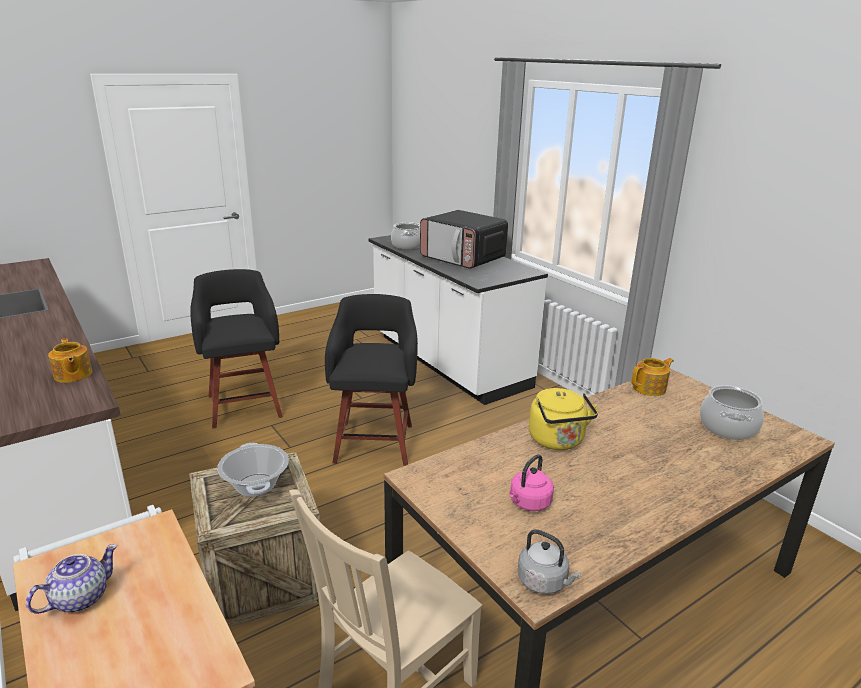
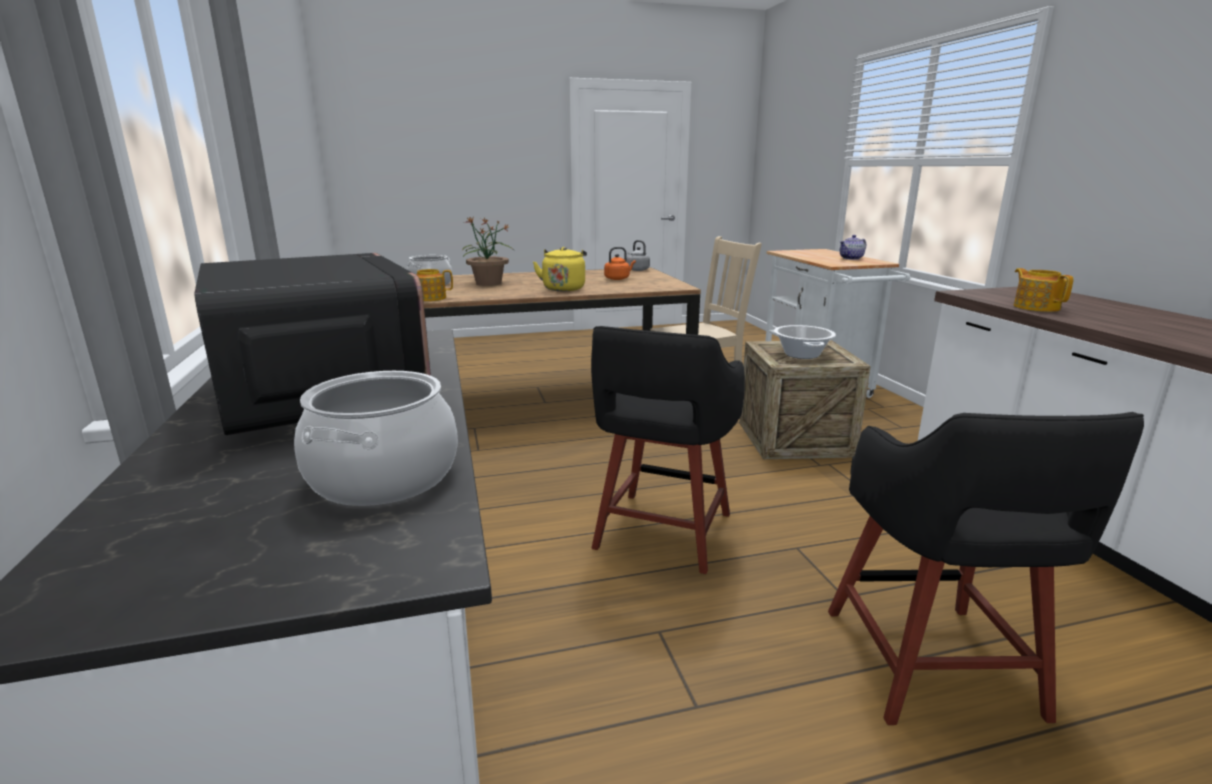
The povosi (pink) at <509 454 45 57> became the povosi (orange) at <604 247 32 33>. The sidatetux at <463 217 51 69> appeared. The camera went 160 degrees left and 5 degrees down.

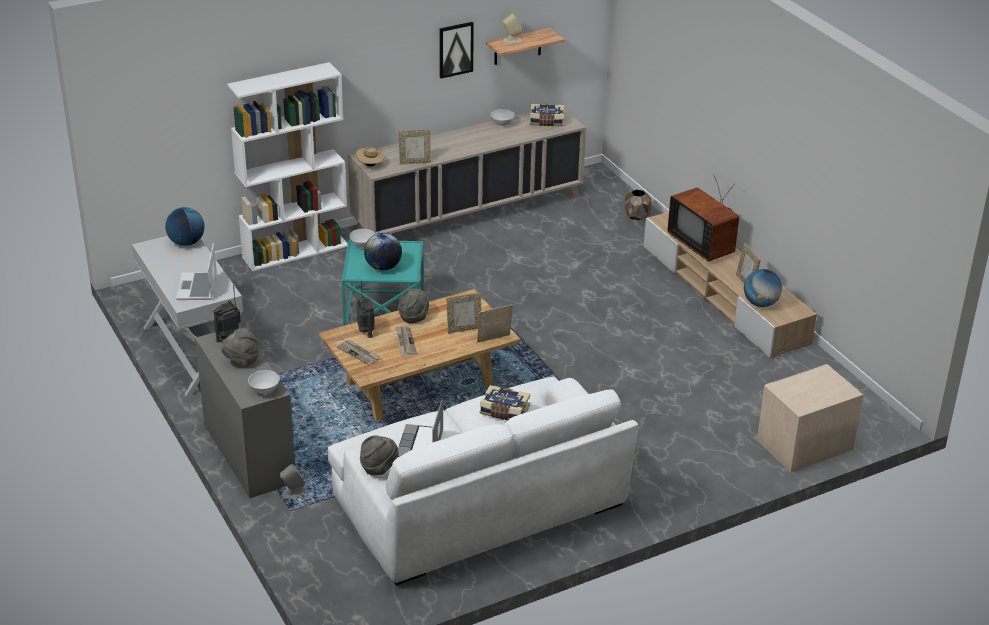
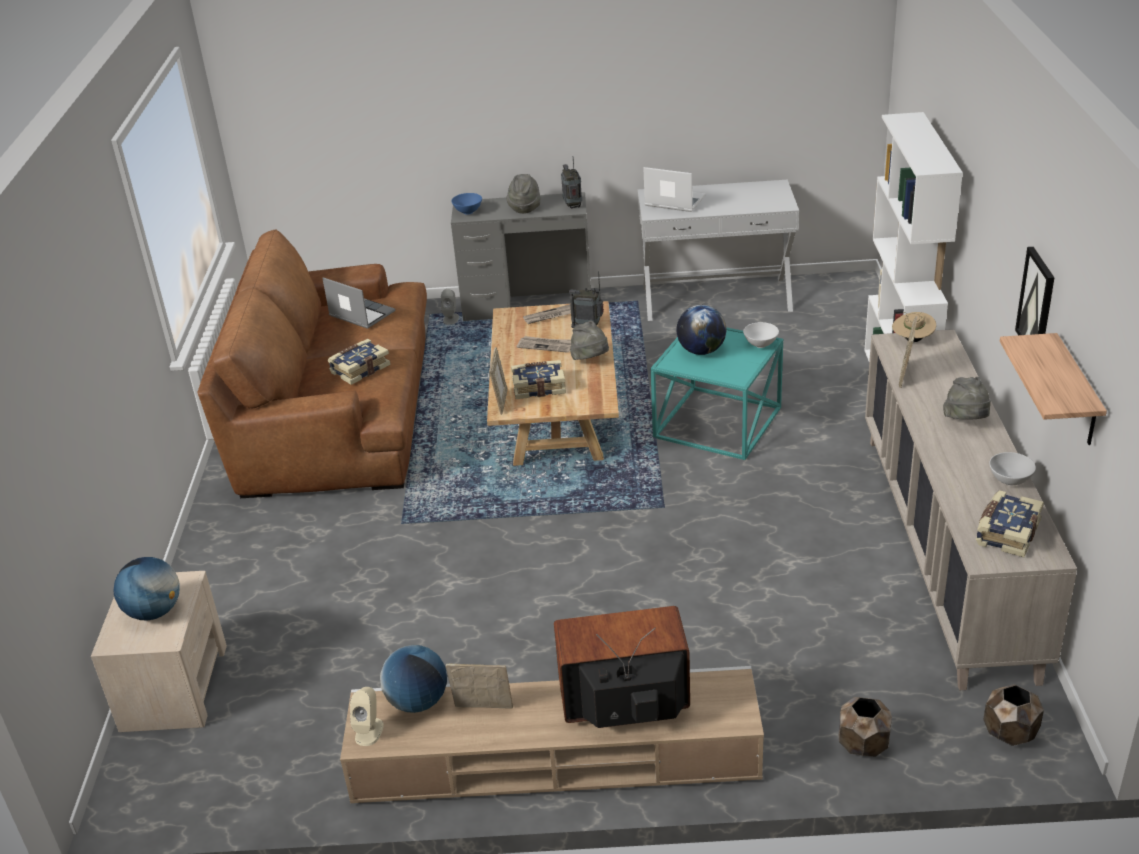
The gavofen moved from <165 207 40 39> to <114 557 66 63>. The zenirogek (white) at <248 370 32 24> became the zenirogek (blue) at <451 193 31 22>. The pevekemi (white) at <328 376 310 209> became the pevekemi (brown) at <198 230 229 268>. The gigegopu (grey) moved from <360 435 39 40> to <943 377 48 43>. The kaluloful at <447 293 34 40> was replaced by the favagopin at <511 360 55 39>. The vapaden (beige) moved from <503 14 19 30> to <350 687 34 59>. The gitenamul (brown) at <983 684 61 62> appeared. The camera went 120 degrees right and 0 degrees up.

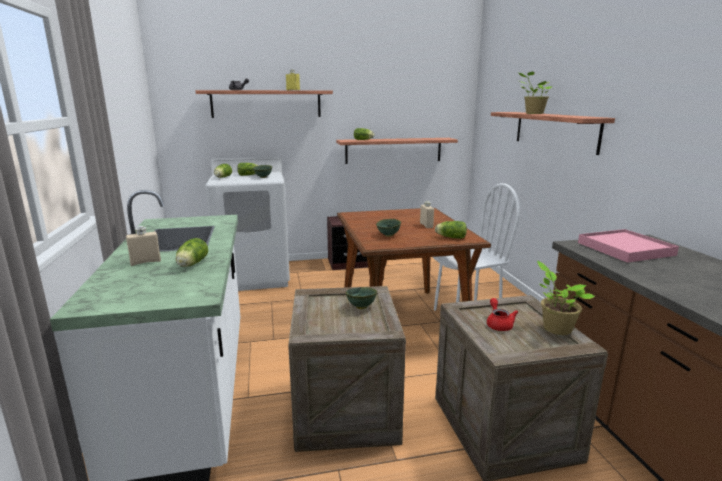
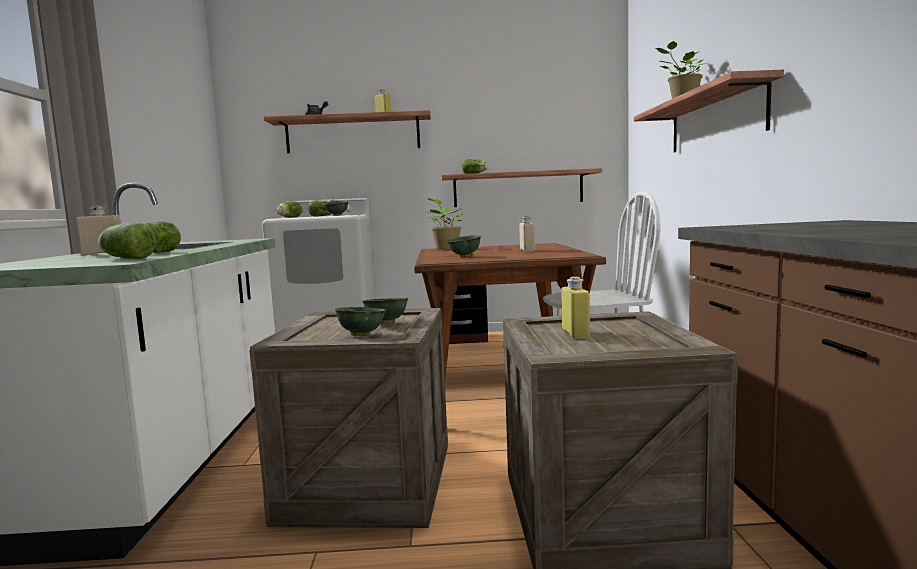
The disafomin moved from <435 221 32 18> to <98 223 59 36>. The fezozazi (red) at <487 298 31 33> was replaced by the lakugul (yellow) at <561 277 29 62>. The sidatetux moved from <537 261 58 74> to <426 198 38 52>. The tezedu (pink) at <578 229 101 34> disappeared. The zenirogek (green) at <335 307 51 29> appeared. The camera went 10 degrees right and 10 degrees down.

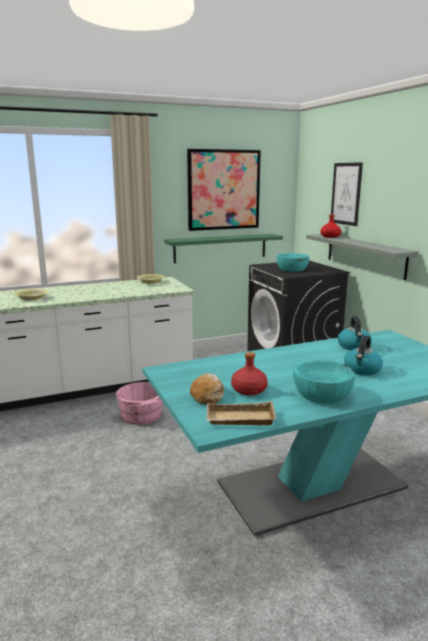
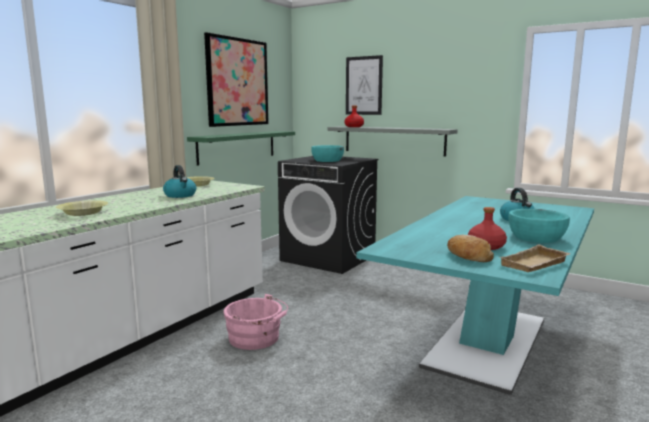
The povosi moved from <338 316 34 34> to <163 165 33 33>. The camera went 35 degrees left and 5 degrees down.

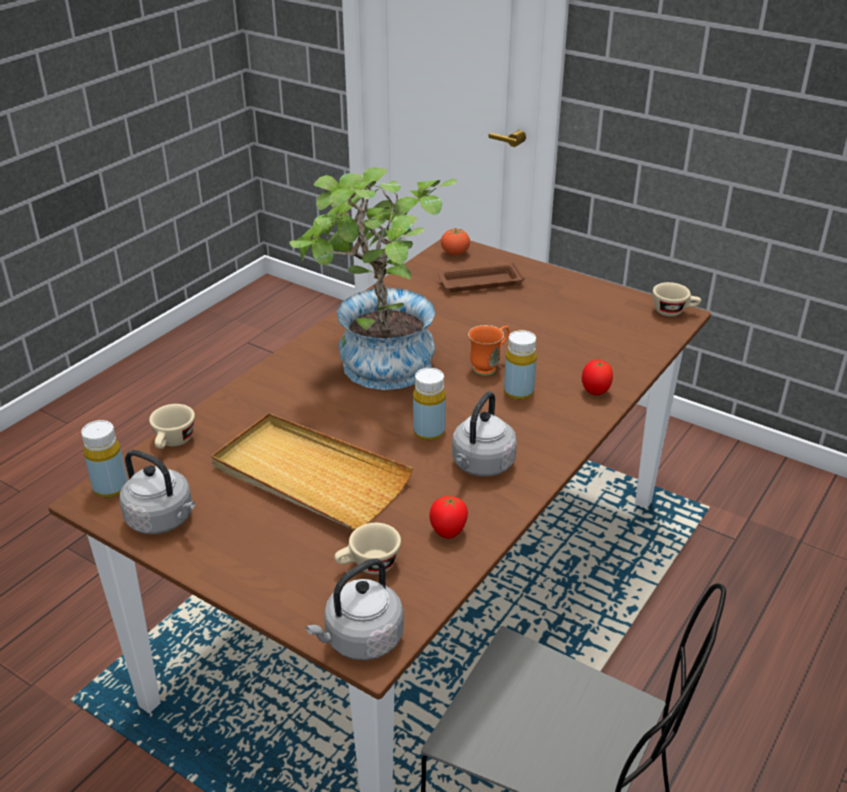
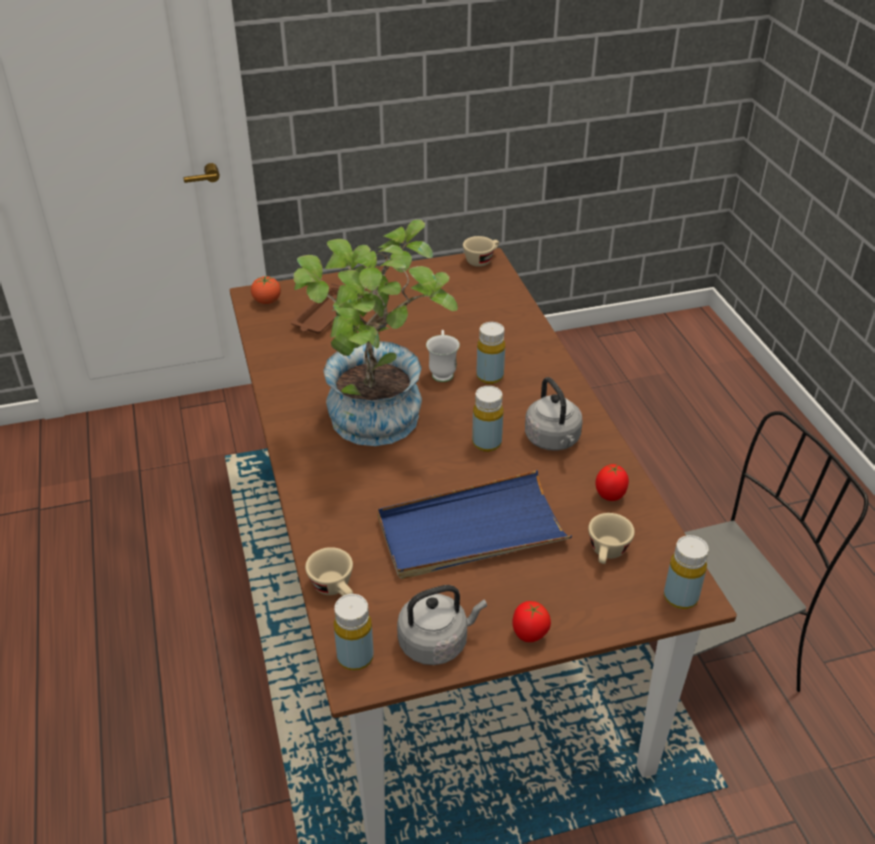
The tezedu (beige) at <211 413 202 117> became the tezedu (blue) at <377 470 195 109>. The povosi (grey) at <305 558 99 102> was replaced by the lakugul (yellow) at <664 535 45 74>. The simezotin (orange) at <468 325 41 51> became the simezotin (white) at <426 330 34 52>. The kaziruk moved from <582 360 31 35> to <512 601 39 41>. The camera went 50 degrees left and 5 degrees up.

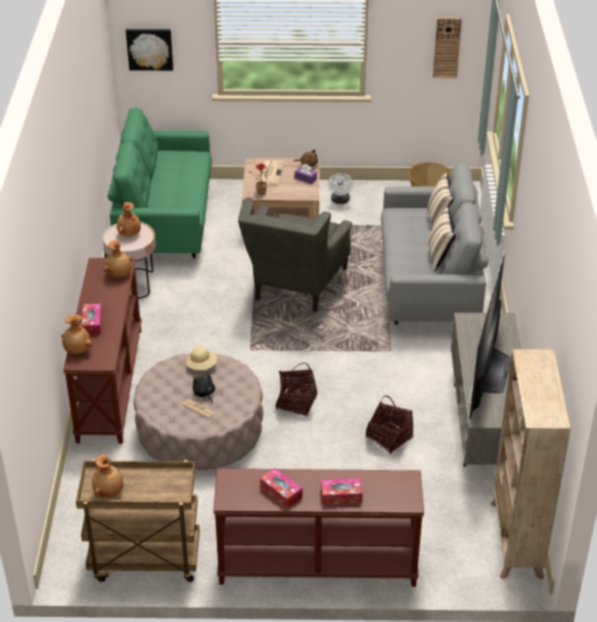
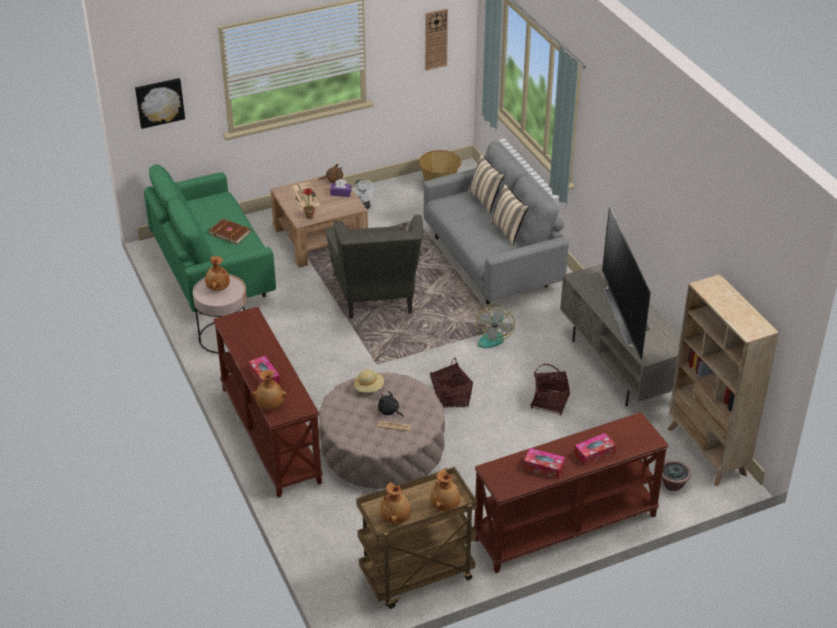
The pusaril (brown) moved from <104 240 28 37> to <430 469 30 42>. The favagopin (brown) at <208 219 44 25> appeared. The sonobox at <476 305 39 43> appeared. The sidatetux at <662 461 29 30> appeared. The camera went 25 degrees left and 0 degrees up.

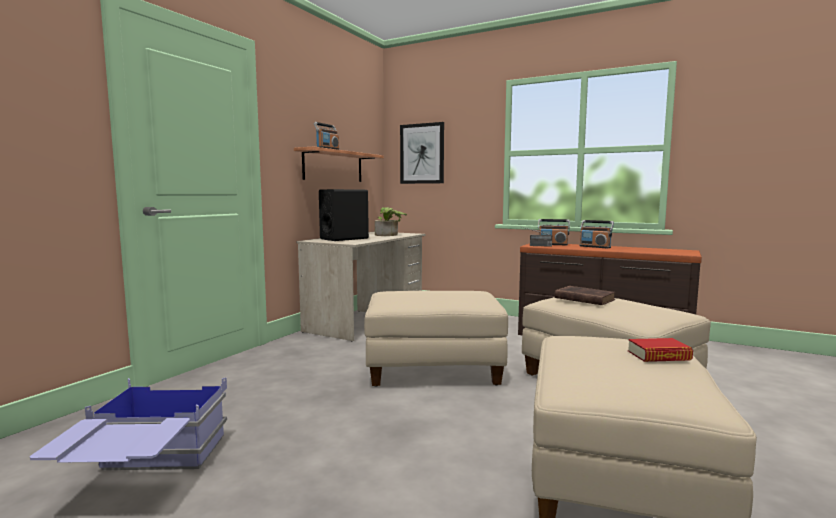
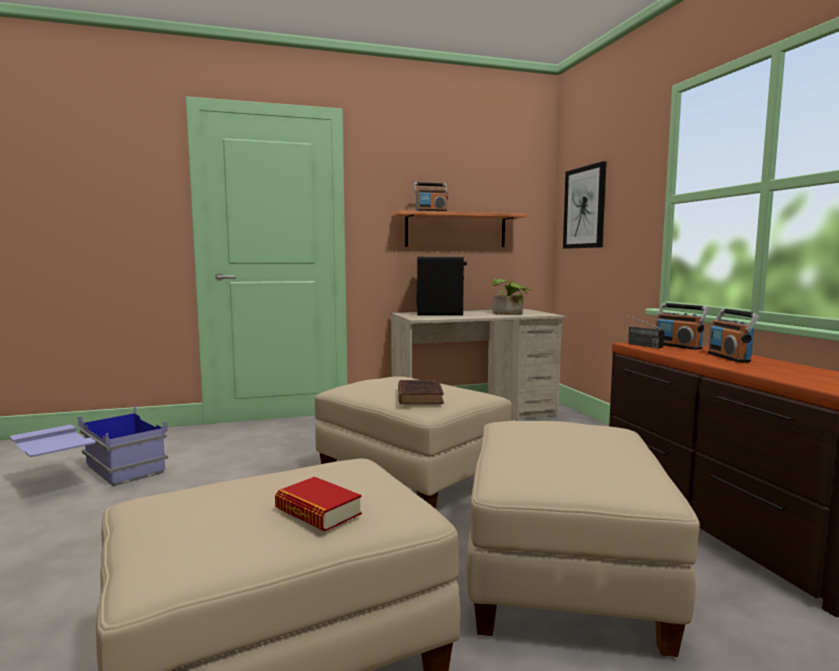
The favagopin (brown) moved from <555 286 61 19> to <398 380 46 25>. The camera went 45 degrees right and 0 degrees up.

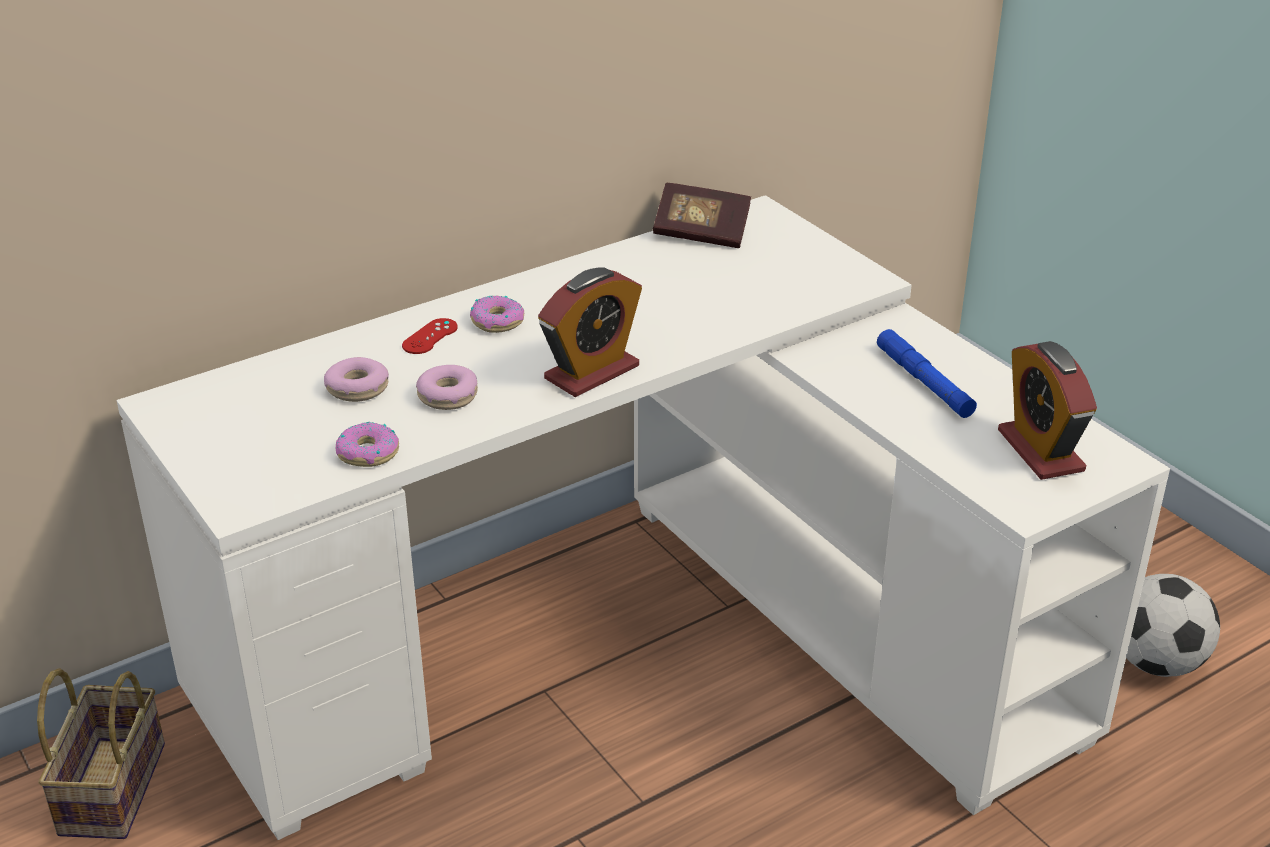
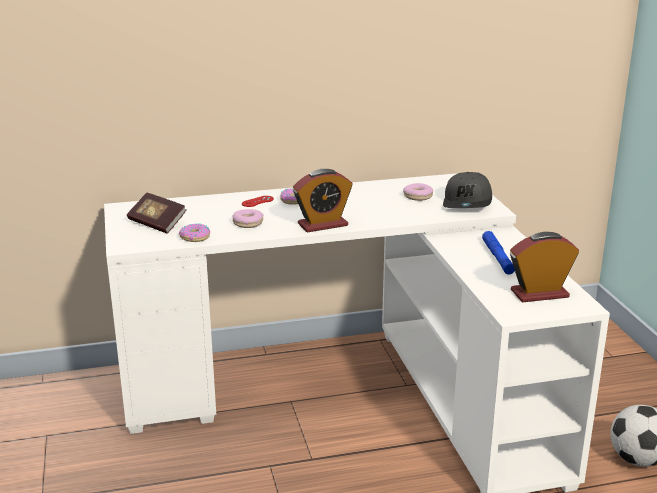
The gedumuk at <37 668 128 171> disappeared. The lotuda moved from <324 357 65 45> to <403 183 30 18>. The favagopin moved from <653 182 98 66> to <127 193 59 41>. The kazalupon at <998 341 99 139> turned 75 degrees clockwise. The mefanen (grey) at <443 172 49 36> appeared. The camera went 20 degrees right and 10 degrees down.

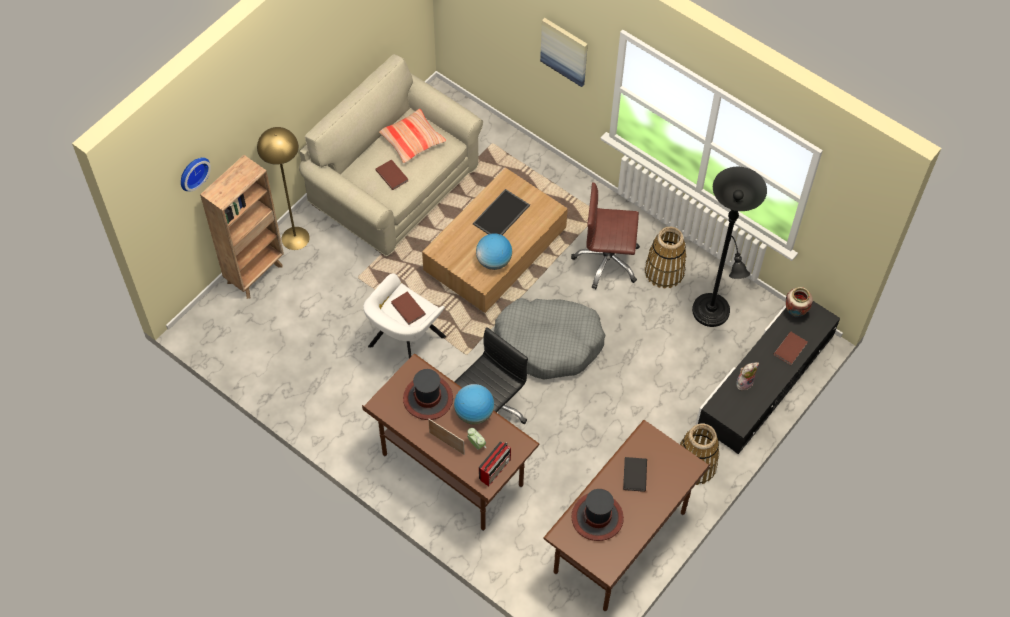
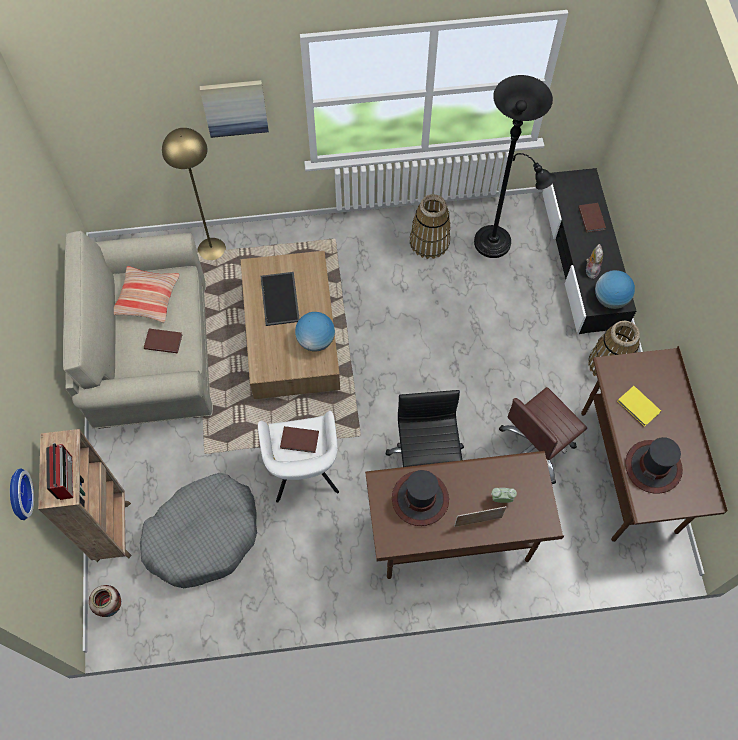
The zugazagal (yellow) moved from <257 127 53 123> to <162 128 64 132>. The gavofen moved from <454 384 40 41> to <595 270 40 39>. The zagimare moved from <479 442 32 44> to <46 443 27 57>. The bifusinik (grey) moved from <494 298 111 81> to <140 473 117 115>. The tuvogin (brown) moved from <571 182 69 107> to <499 387 88 97>. The favagopin (black) at <623 457 24 35> became the favagopin (yellow) at <617 386 44 41>. The pusaril moved from <786 287 27 30> to <89 585 32 32>. The camera went 45 degrees left and 5 degrees up.

